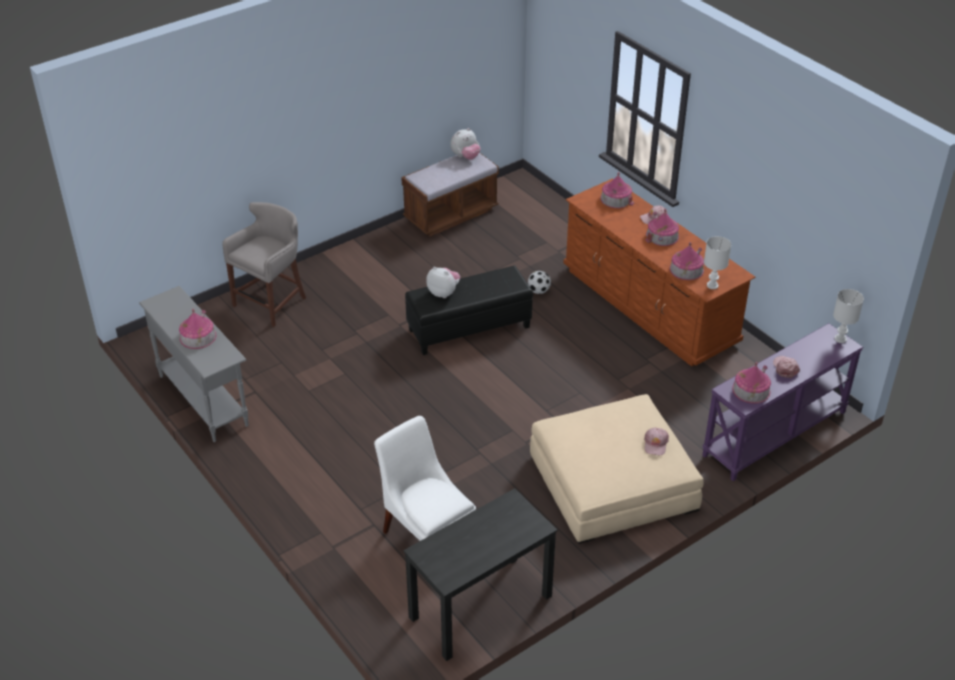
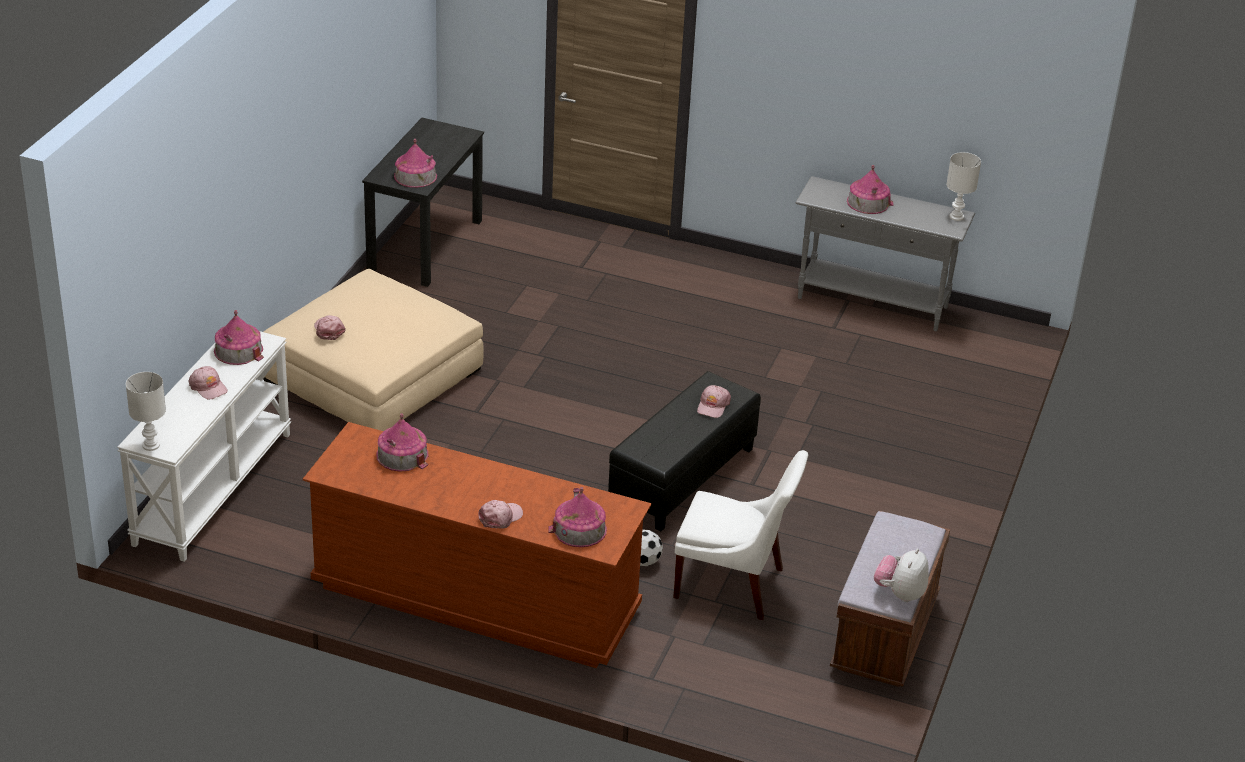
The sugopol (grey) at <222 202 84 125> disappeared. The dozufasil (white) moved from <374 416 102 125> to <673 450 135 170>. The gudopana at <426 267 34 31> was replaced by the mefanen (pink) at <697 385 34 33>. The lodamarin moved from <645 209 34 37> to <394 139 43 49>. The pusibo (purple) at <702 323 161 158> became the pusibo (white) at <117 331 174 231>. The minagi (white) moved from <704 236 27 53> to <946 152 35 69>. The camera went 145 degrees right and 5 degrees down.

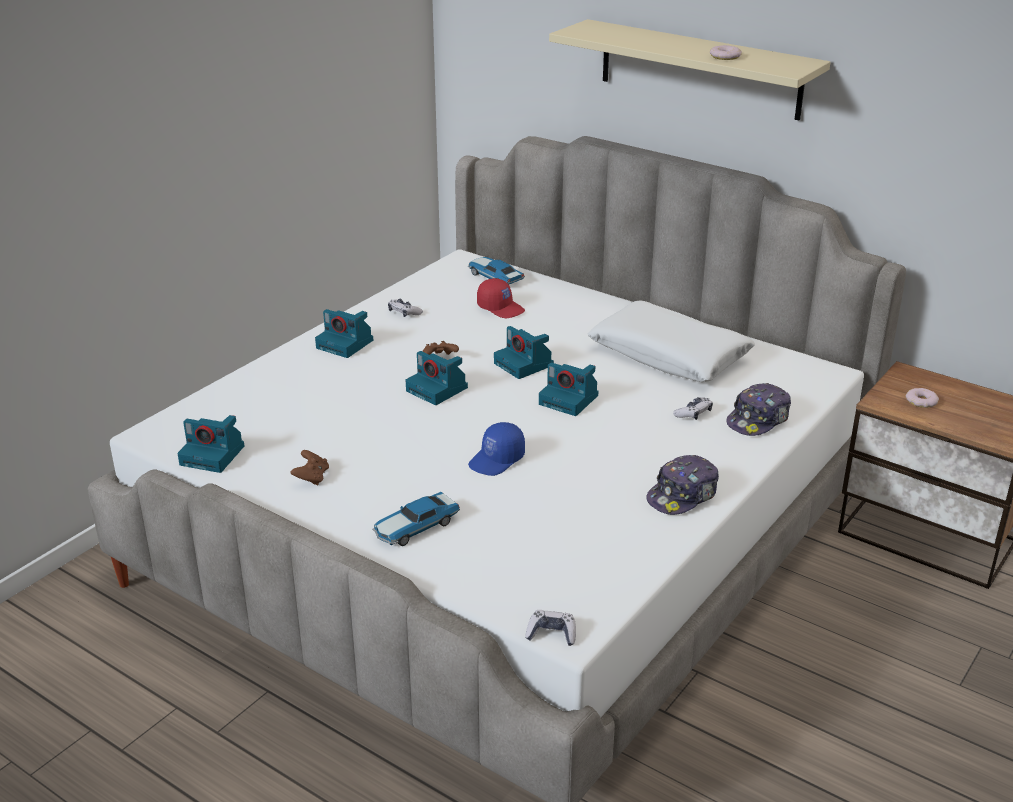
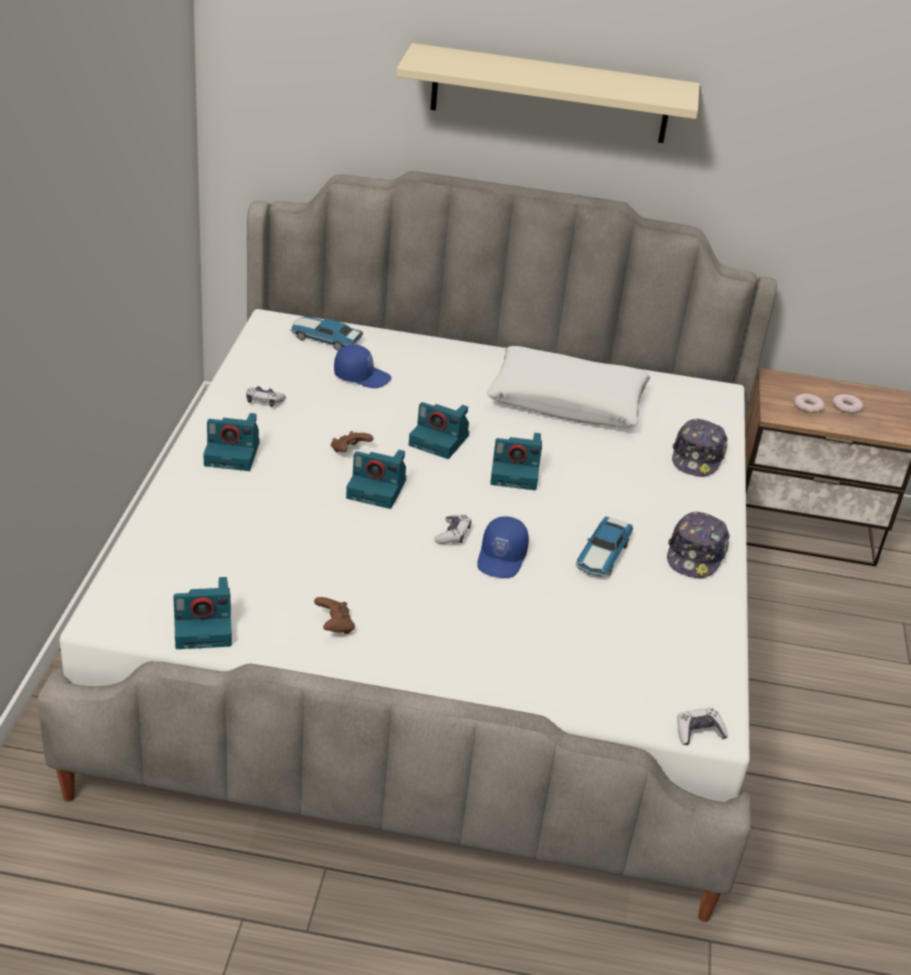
The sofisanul moved from <372 492 88 54> to <576 516 57 61>. The mefanen (red) at <477 278 48 40> became the mefanen (blue) at <334 344 57 44>. The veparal moved from <673 397 40 23> to <434 515 37 29>. The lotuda moved from <710 45 32 15> to <832 394 32 20>. The camera went 30 degrees left and 5 degrees up.

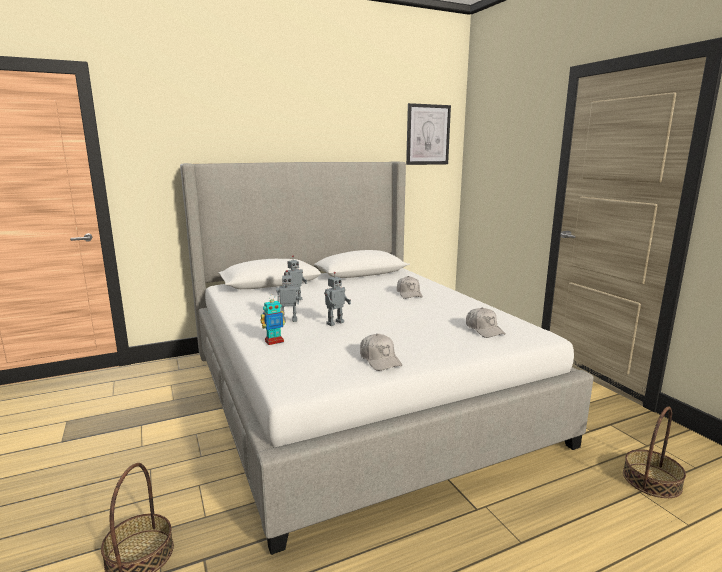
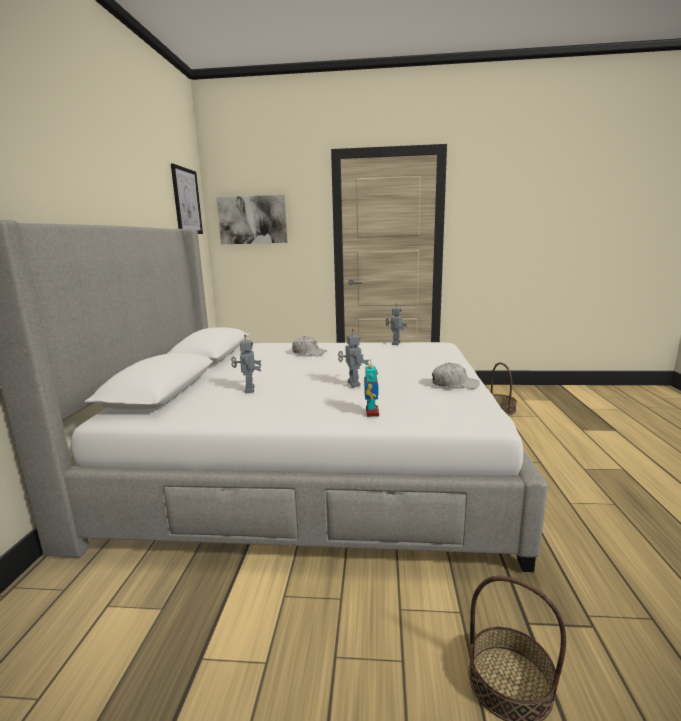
The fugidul moved from <276 270 23 52> to <385 303 22 42>. The mefanen (white) at <466 307 40 31> disappeared. The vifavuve at <216 195 71 49> appeared. The camera went 60 degrees left and 0 degrees up.

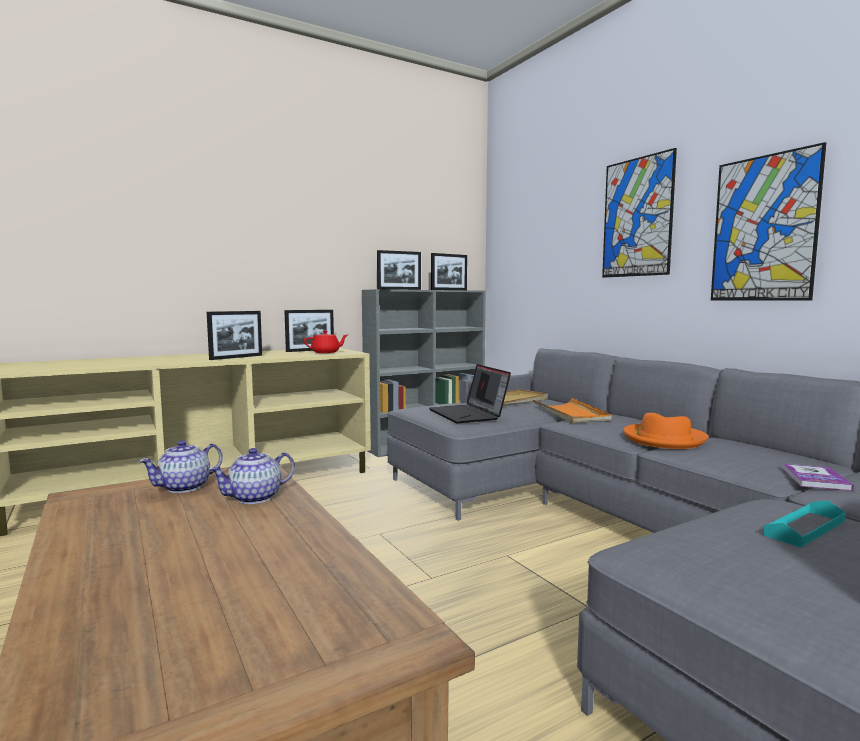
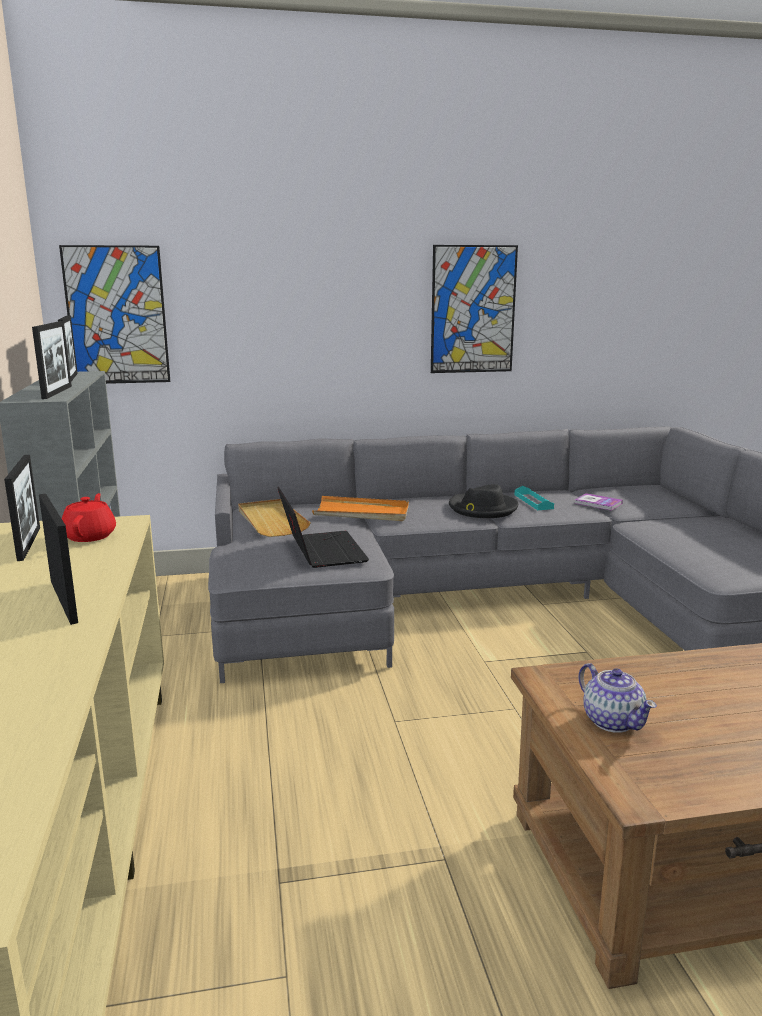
The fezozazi at <208 448 87 56> disappeared. The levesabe at <429 364 82 59> turned 105 degrees counterclockwise. The vifavuve moved from <602 148 75 130> to <59 245 111 139>. The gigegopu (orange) at <623 413 86 36> became the gigegopu (black) at <449 484 69 34>. The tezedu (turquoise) moved from <763 500 82 48> to <515 486 39 24>. The camera went 70 degrees left and 10 degrees up.

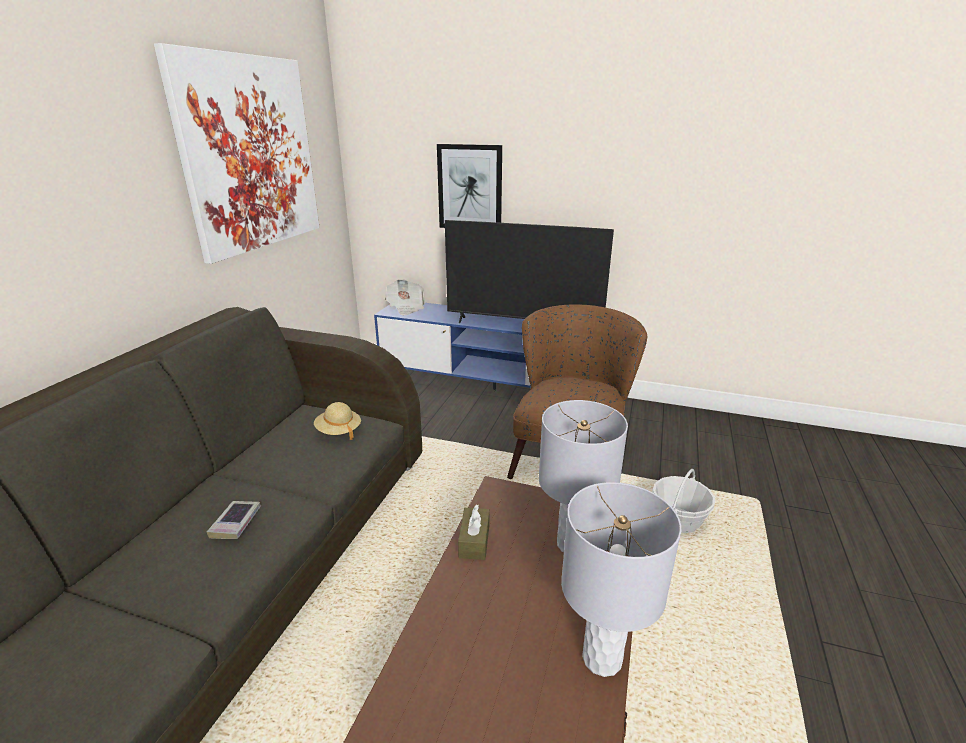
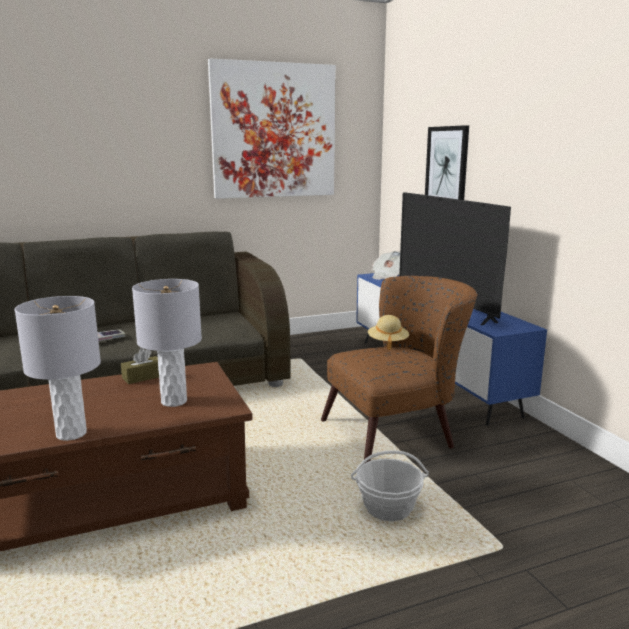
The gigegopu (beige) moved from <314 402 47 38> to <368 315 41 35>. The camera went 50 degrees right and 10 degrees down.

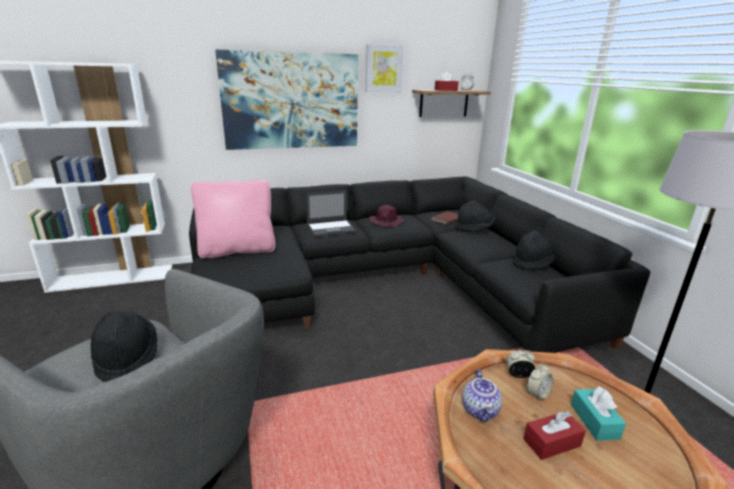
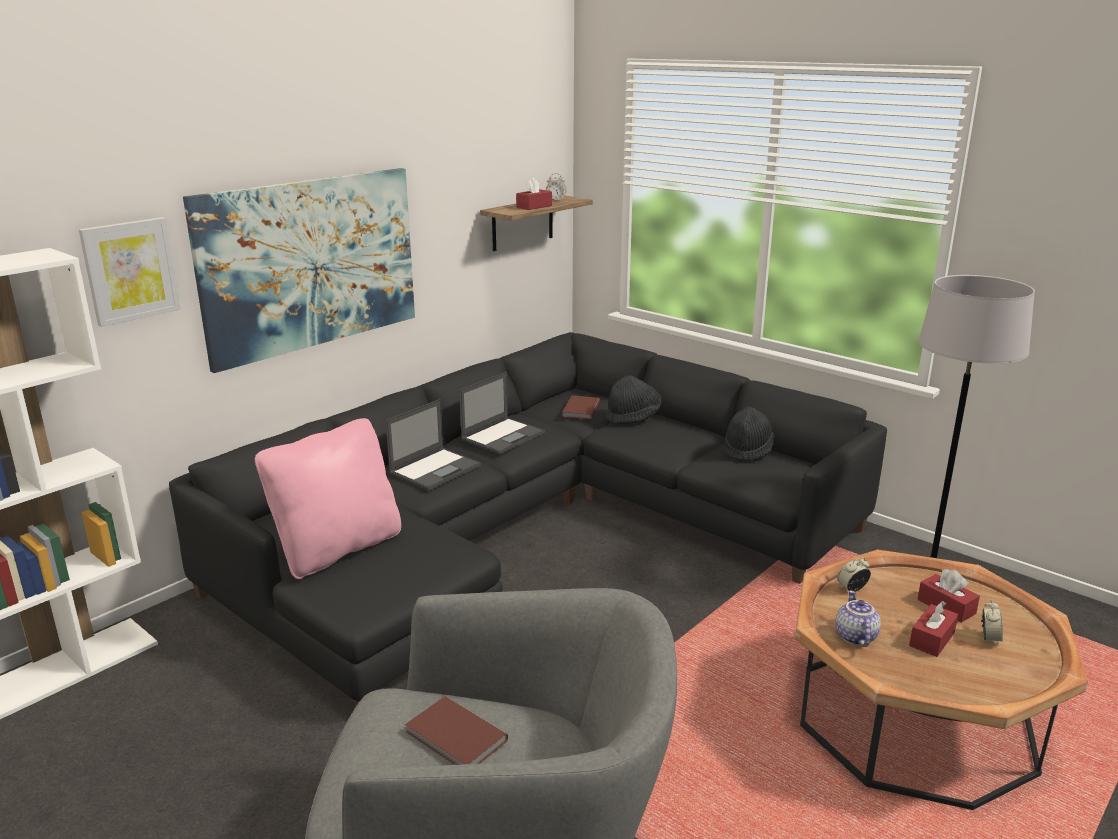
The gigegopu (black) at <91 311 66 71> was replaced by the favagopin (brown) at <405 696 103 69>. The vifavuve moved from <366 44 38 48> to <79 217 102 110>. The gigegopu (purple) at <369 205 35 22> was replaced by the levesabe at <459 372 86 82>. The fezozazi at <462 369 40 53> turned 150 degrees counterclockwise. The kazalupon moved from <527 362 26 40> to <981 599 22 47>. The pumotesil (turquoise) at <571 386 55 55> became the pumotesil (red) at <918 569 62 54>. The camera went 30 degrees left and 0 degrees up.

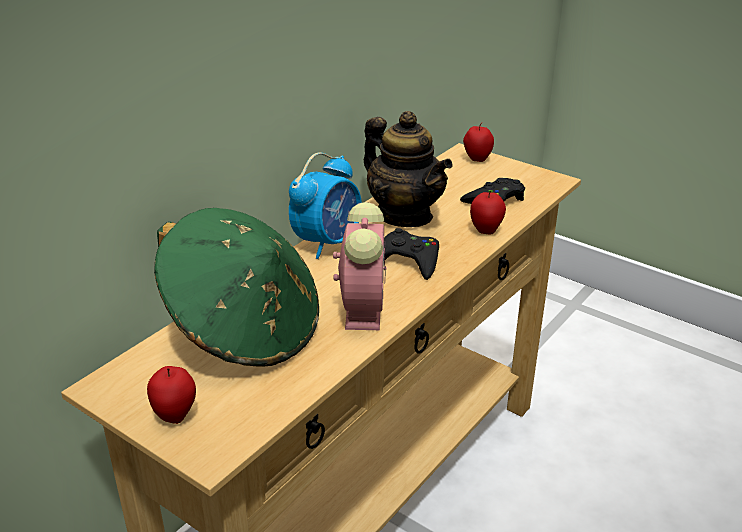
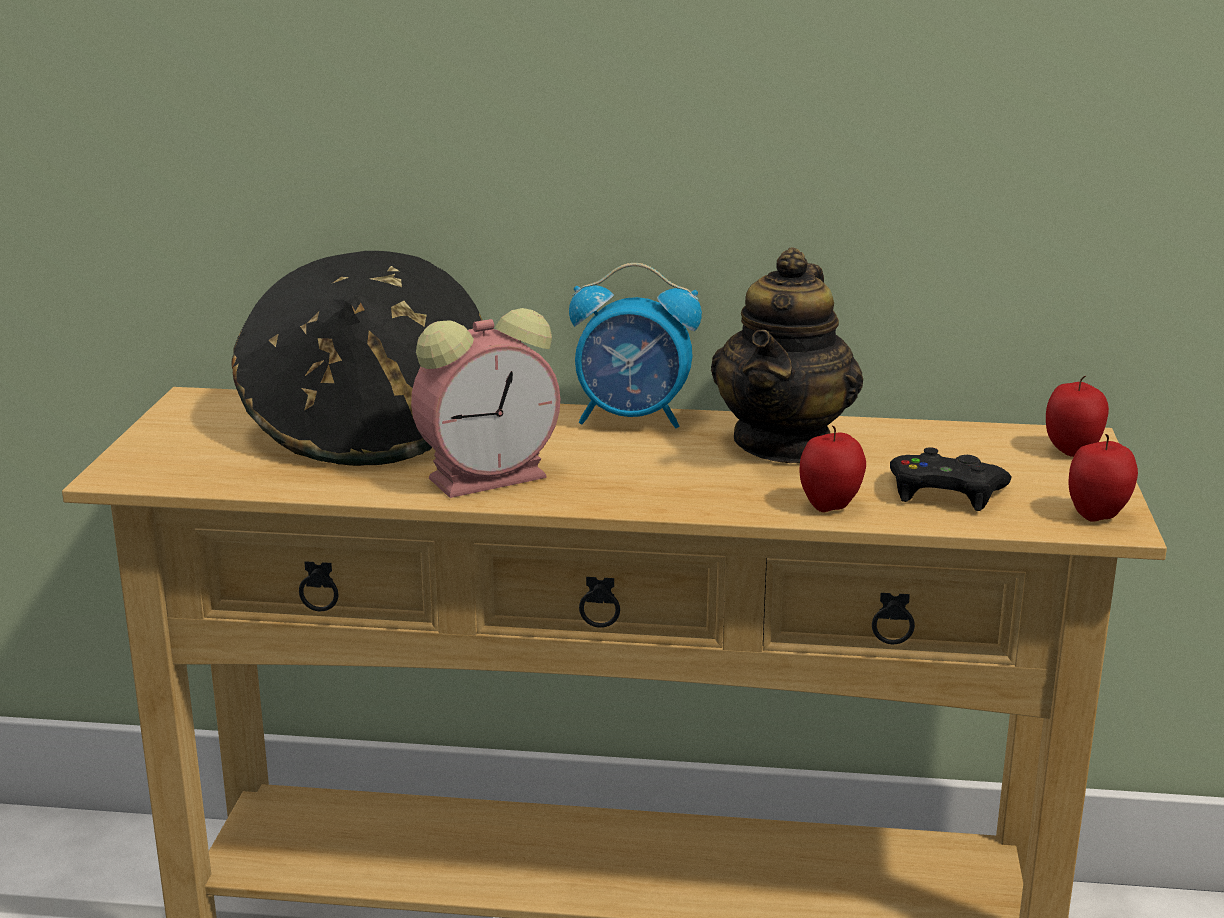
The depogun moved from <147 366 49 58> to <1069 434 69 88>. The gigegopu (green) at <154 208 165 159> became the gigegopu (black) at <231 251 252 215>. The veparal (black) at <384 228 55 52> disappeared. The camera went 60 degrees right and 10 degrees down.

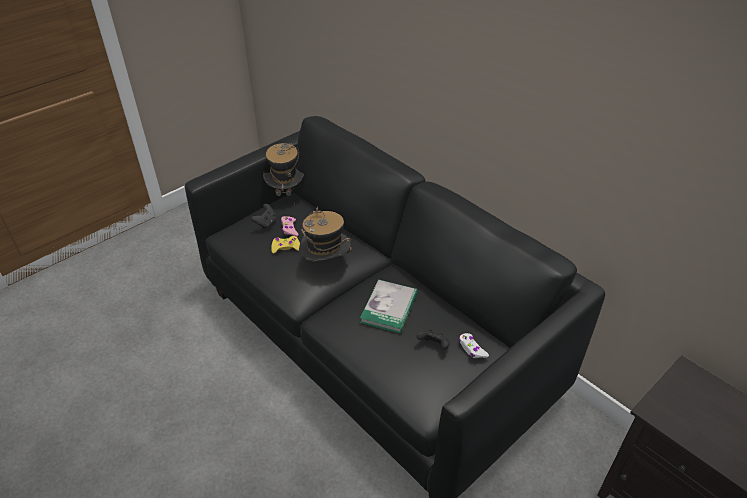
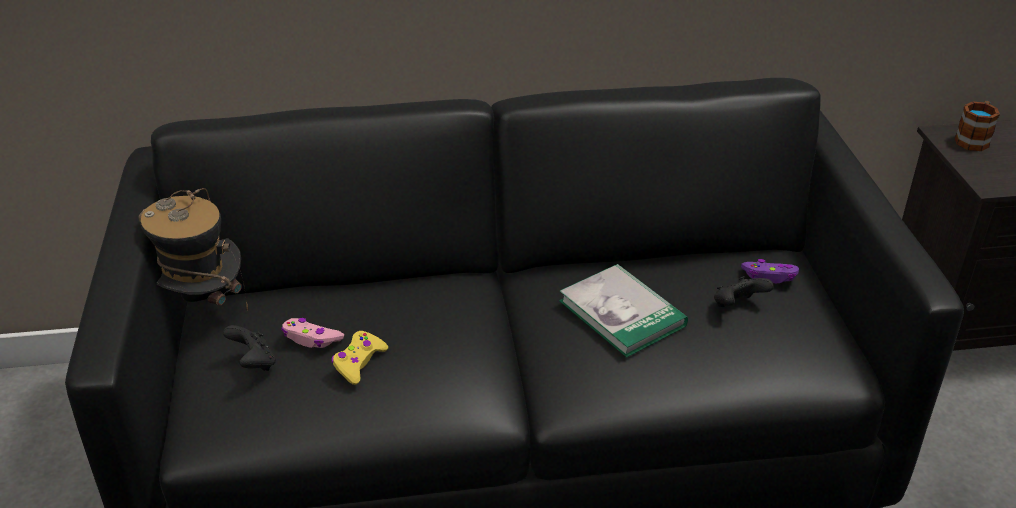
The gigegopu at <299 206 53 55> disappeared. The veparal (white) at <459 333 30 25> became the veparal (purple) at <741 259 58 24>. The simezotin at <955 101 45 50> appeared. The camera went 55 degrees left and 5 degrees down.

